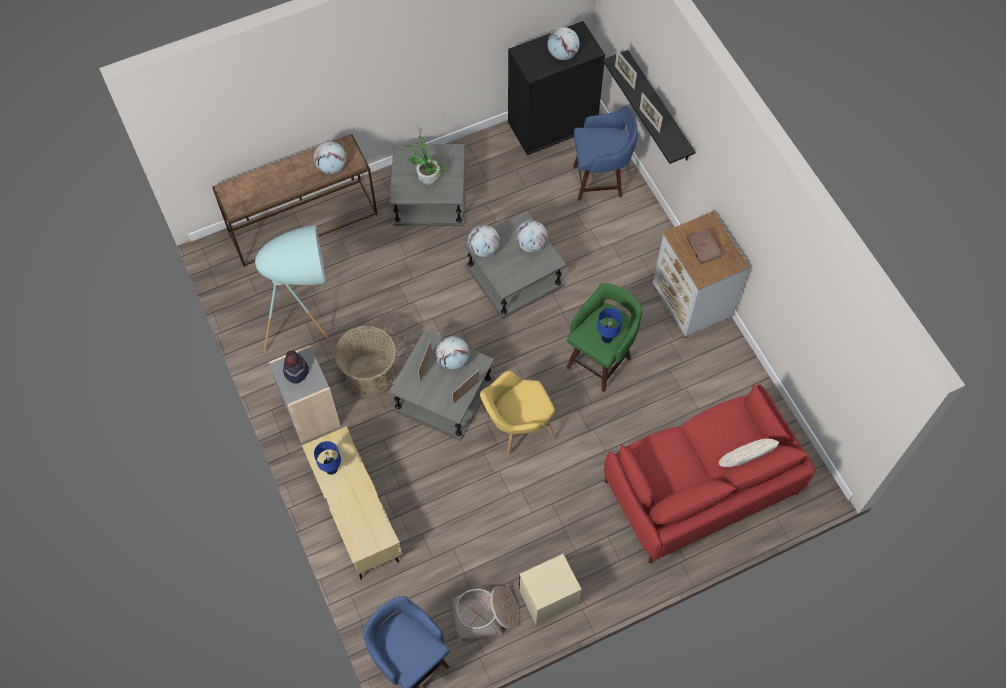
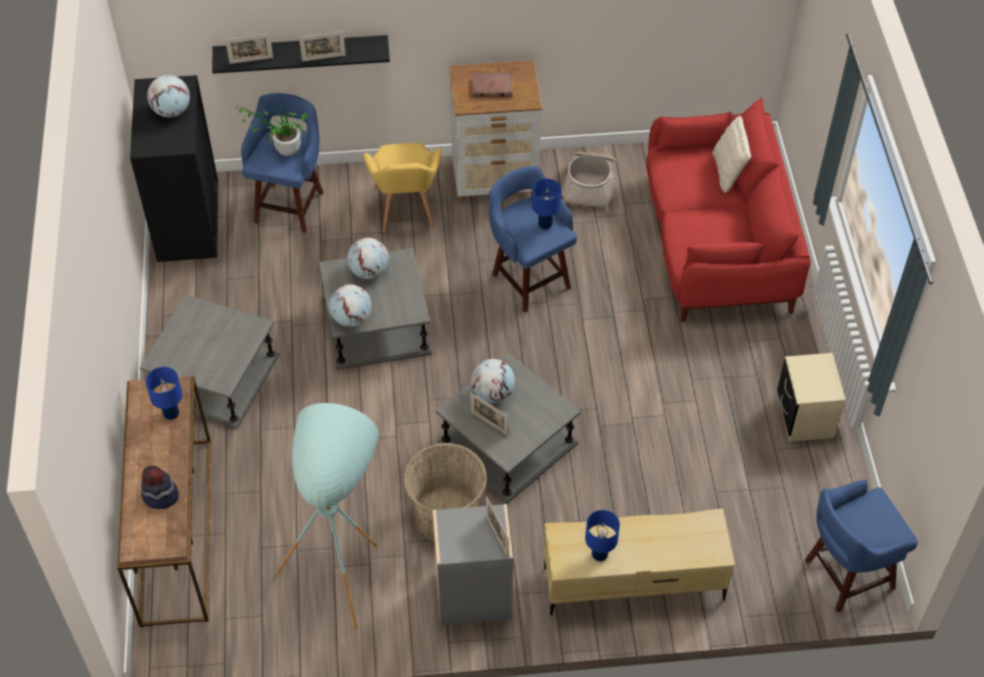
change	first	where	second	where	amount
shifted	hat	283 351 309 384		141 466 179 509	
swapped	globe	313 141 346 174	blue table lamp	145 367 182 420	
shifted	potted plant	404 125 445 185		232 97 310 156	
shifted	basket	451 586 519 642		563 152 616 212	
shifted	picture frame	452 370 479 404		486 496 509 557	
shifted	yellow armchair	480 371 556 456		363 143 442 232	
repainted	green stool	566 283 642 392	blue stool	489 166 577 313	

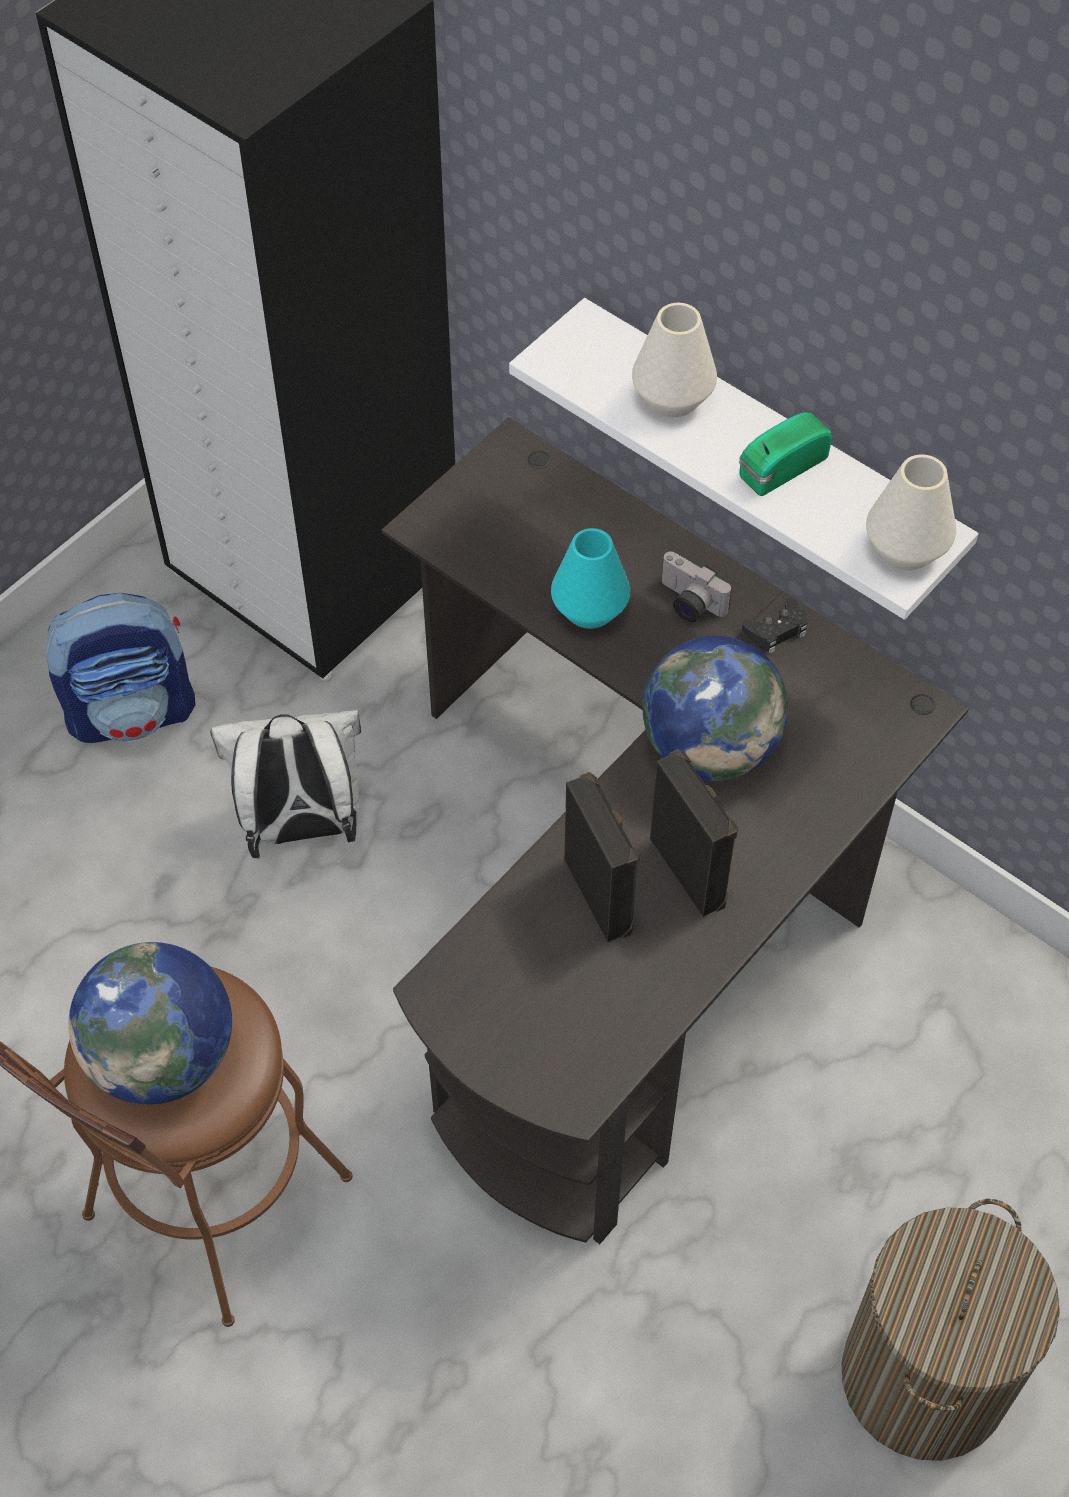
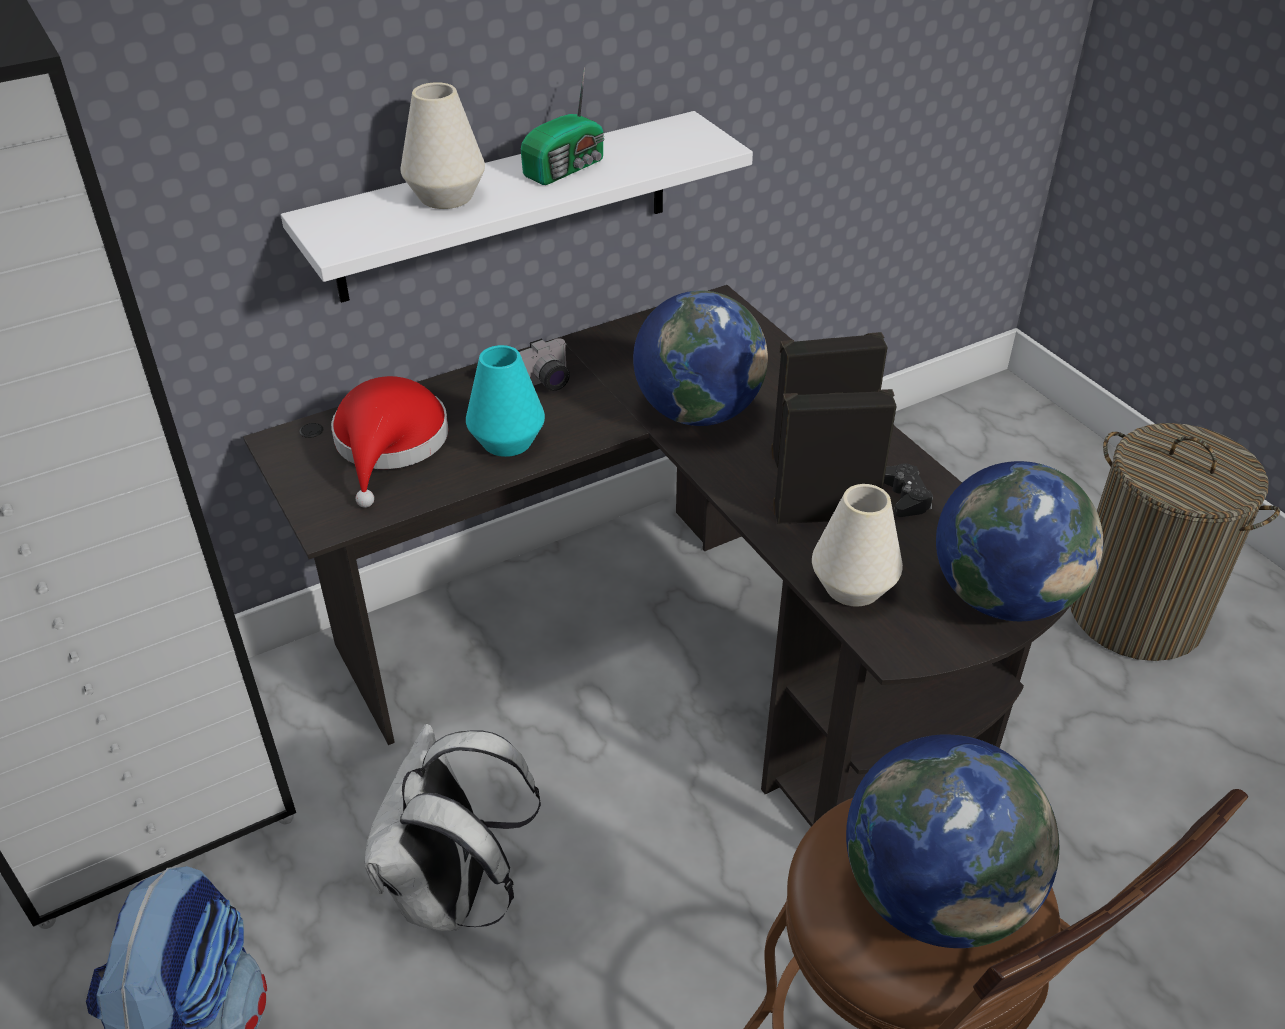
change	first	where	second	where	amount
rotated	radio	739 412 832 496		521 67 605 185	120 degrees counterclockwise
shifted	black game controller	742 598 808 653		884 463 933 517	
shifted	white vase	866 454 956 570		812 484 903 606	
new			red hat	331 376 449 508	
new			globe	936 461 1103 621	

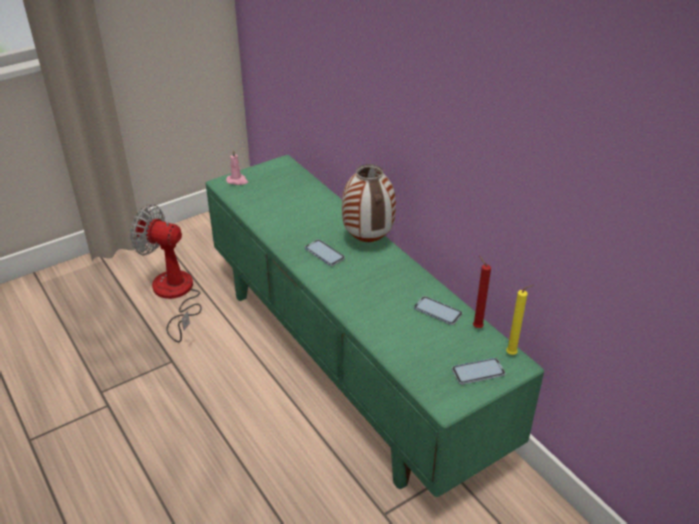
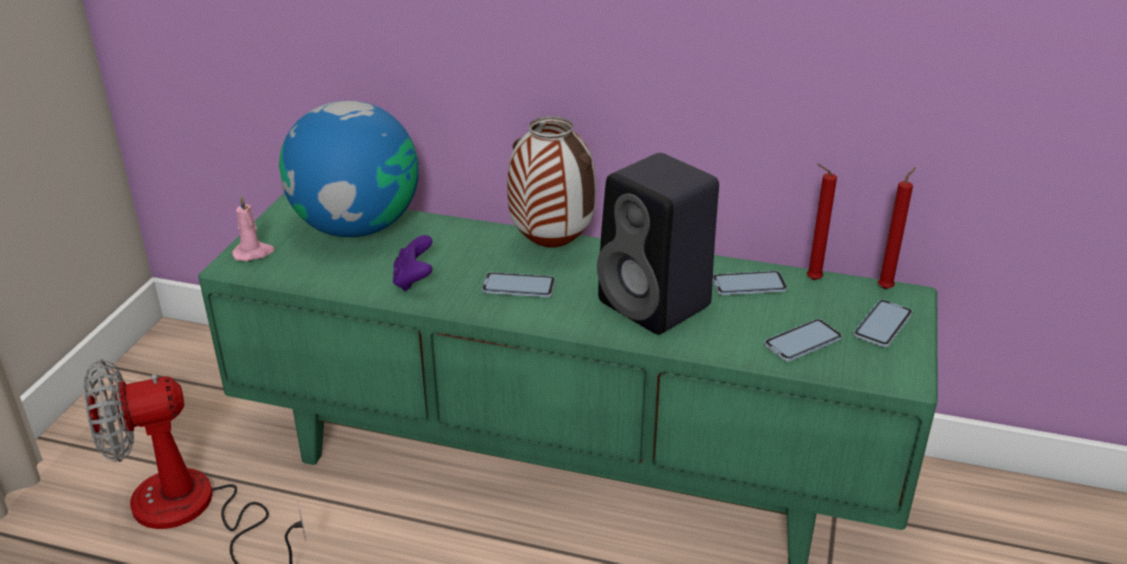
change	first	where	second	where	amount
repainted	yellow candle	506 285 534 355	red candle	878 167 916 289	
new			globe	279 101 419 237	
new			purple game controller	393 235 433 291	
new			black speaker	597 153 719 334	
new			phone	764 319 842 362	

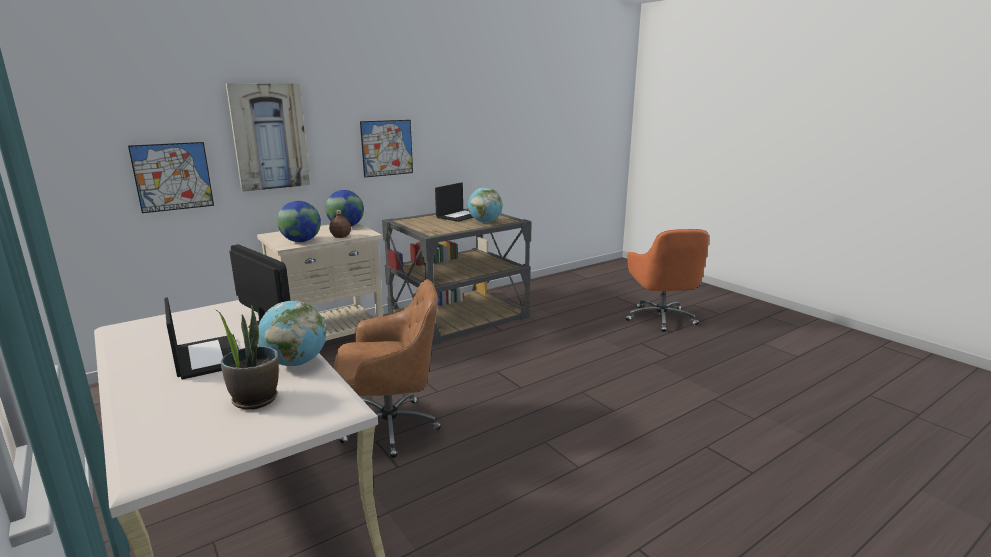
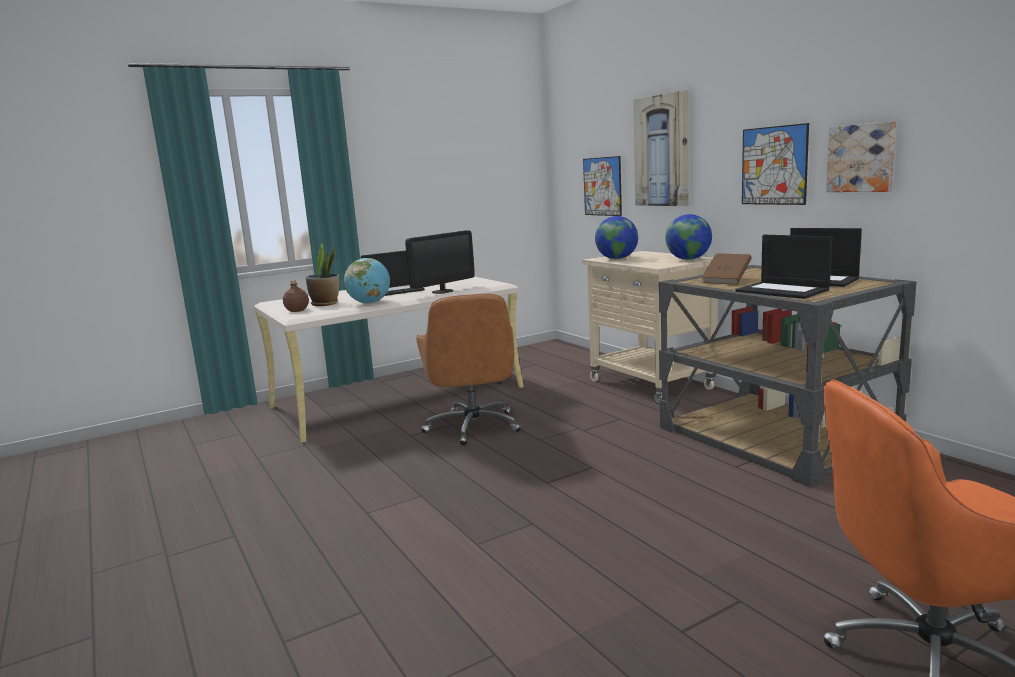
change	first	where	second	where	amount
shifted	brown bottle	329 210 351 238		283 280 309 312	
swapped	globe	468 188 503 223	laptop	735 235 832 299	
new			brown book	702 253 752 285	
new			picture	826 121 896 192	

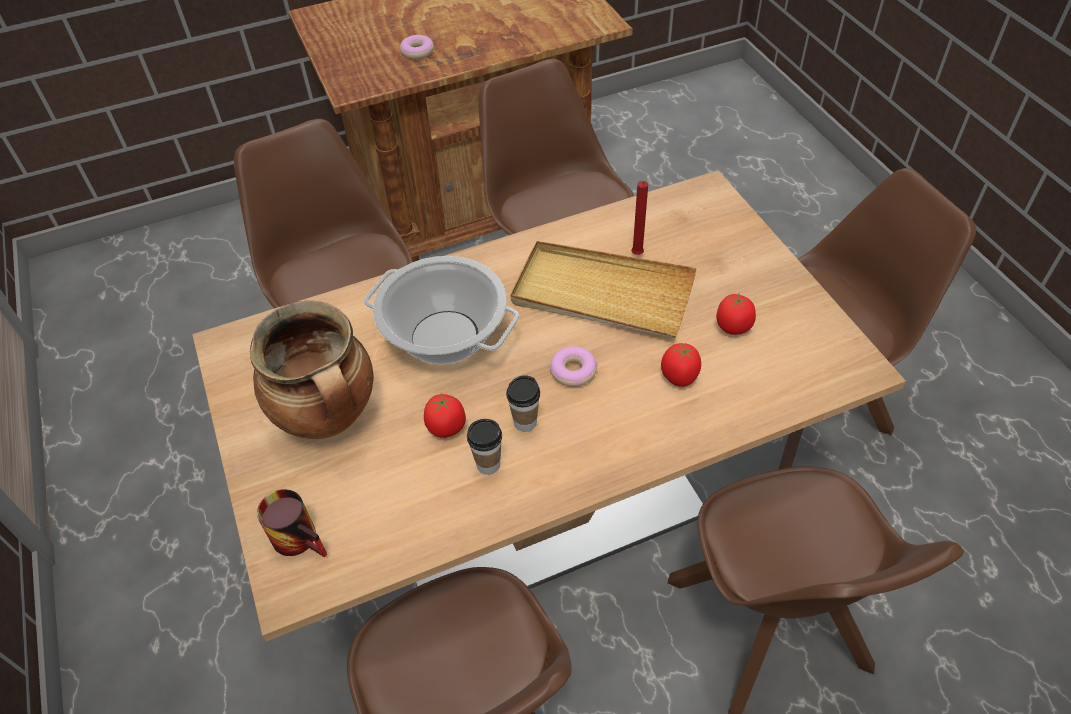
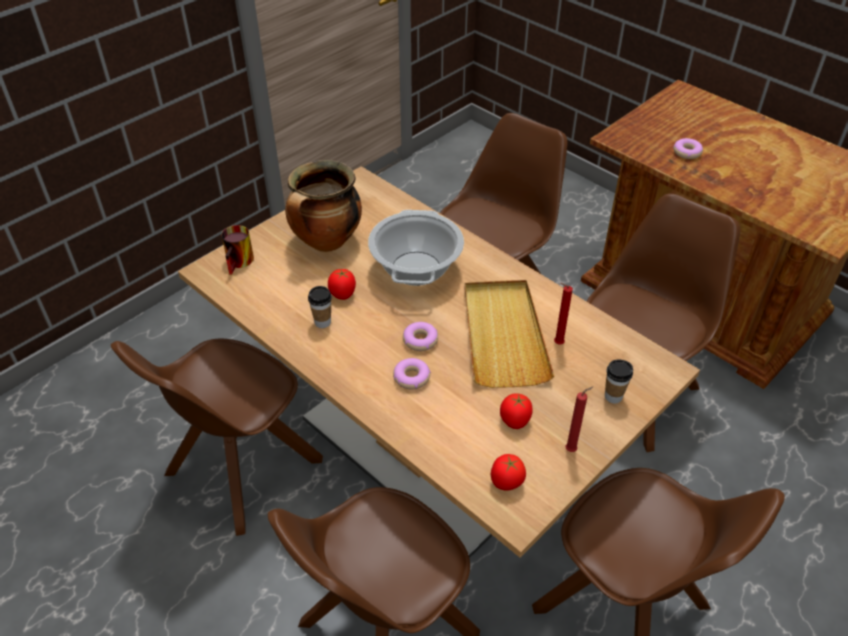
change	first	where	second	where	amount
shifted	cup	506 375 540 432		605 359 633 404	
shifted	tomato	661 343 701 387		490 454 526 490	
new			donut	393 358 431 389	
new			red candle	566 387 593 452	

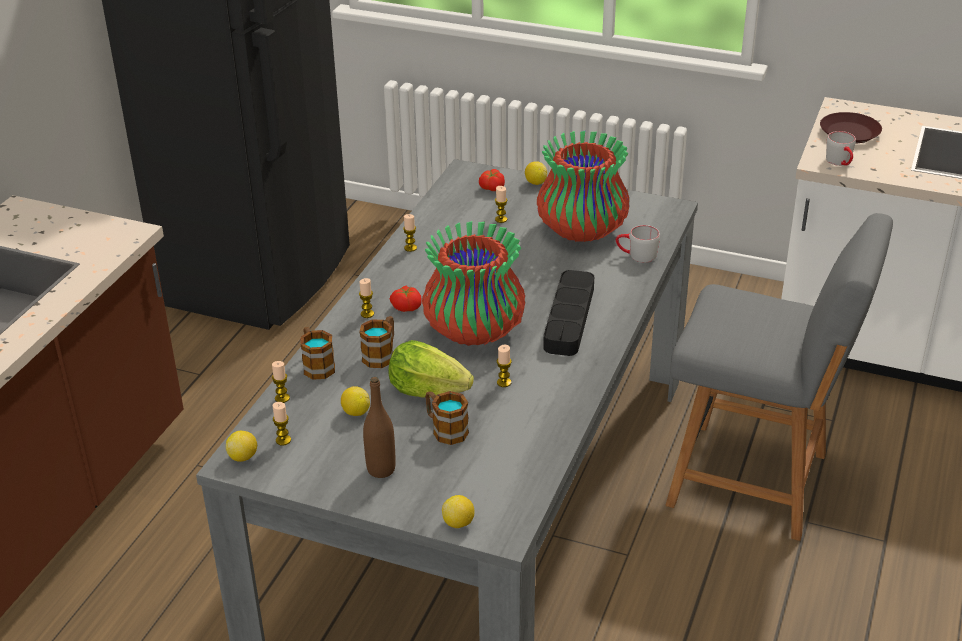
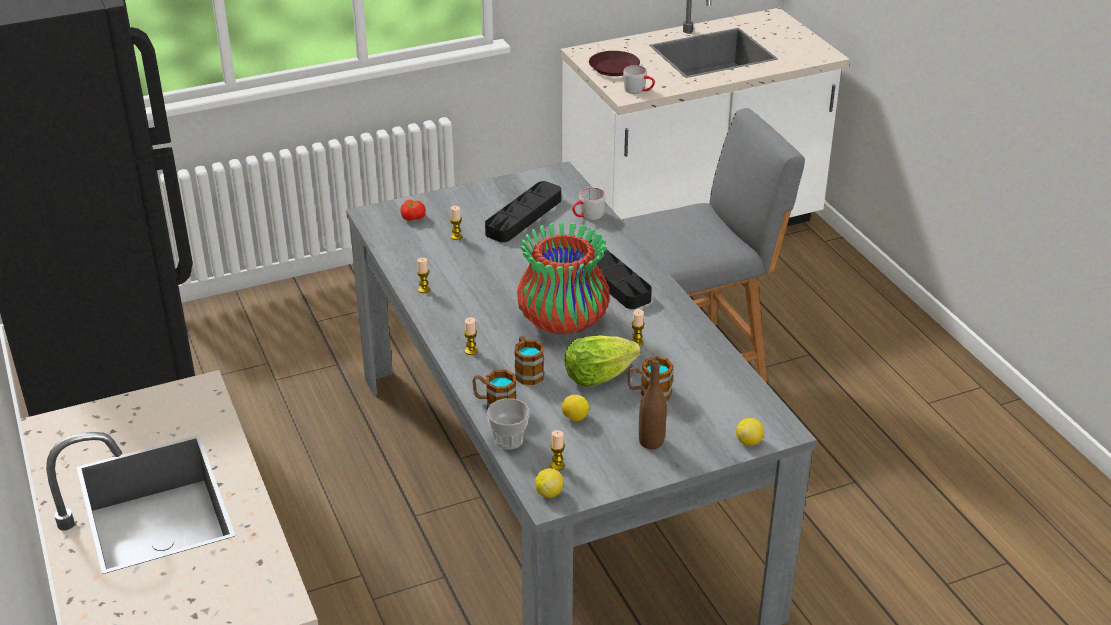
change	first	where	second	where	amount
swapped	candle	272 361 290 403	cup	487 398 529 450	
gone	tomato	390 286 422 312			
gone	lemon	525 161 547 185			
swapped	vase	537 131 629 242	black tray	485 181 561 242	

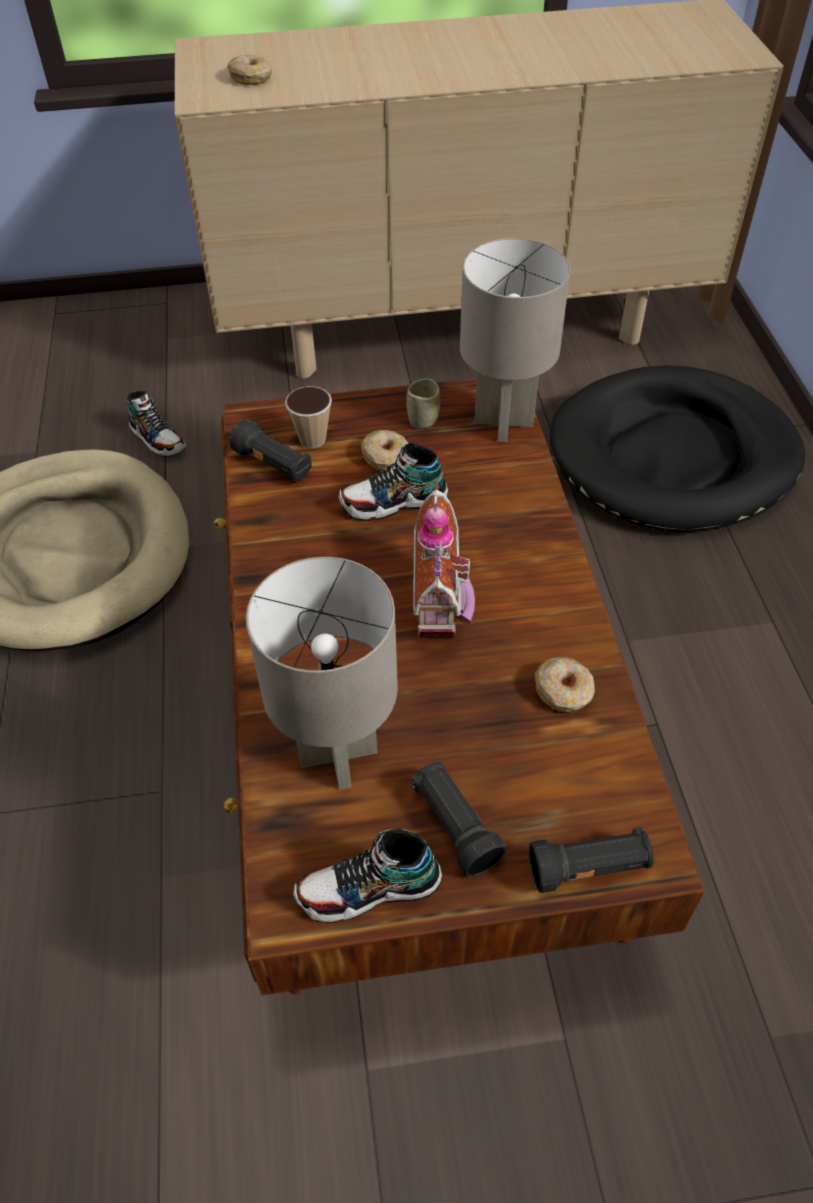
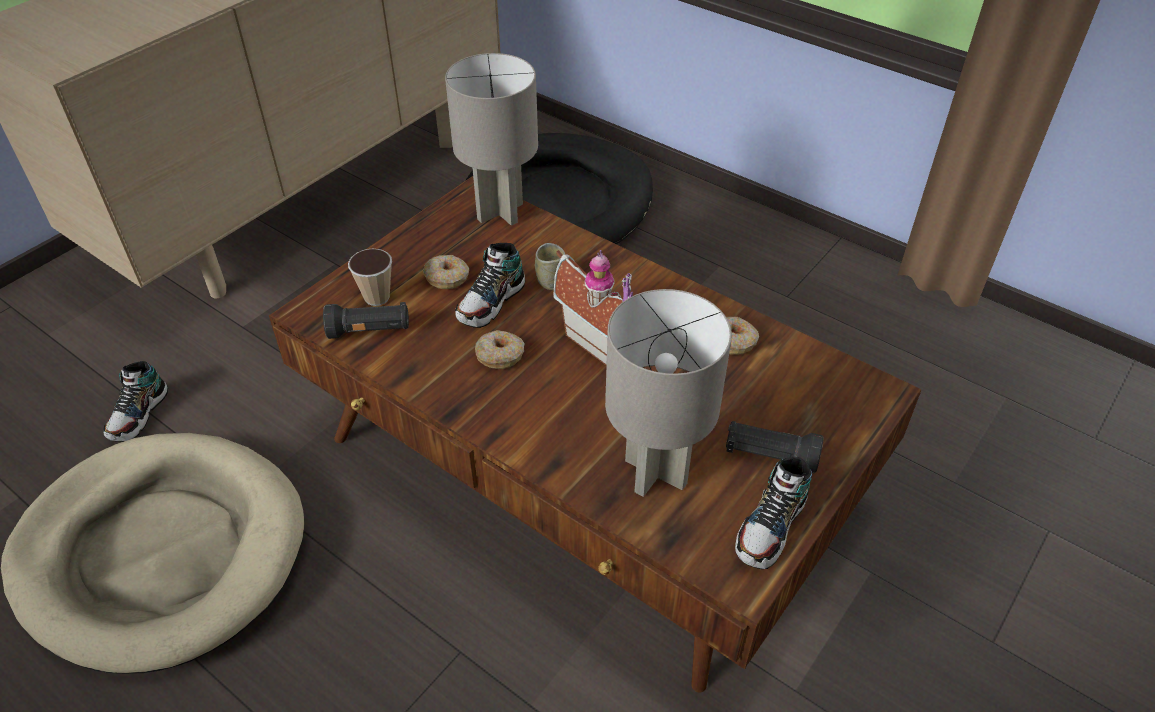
change	first	where	second	where	amount
rotated	shoe	127 391 186 457		103 361 168 442	105 degrees clockwise
shifted	donut	227 55 272 85		475 330 525 369	
shifted	cup	406 378 441 429		535 243 565 290	
gone	black flashlight	528 827 655 893			

